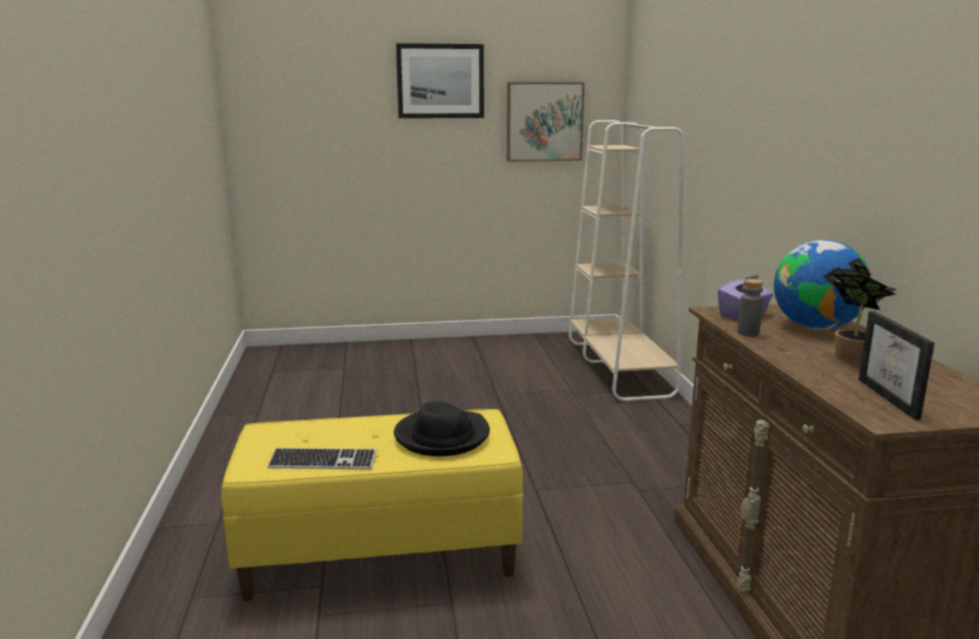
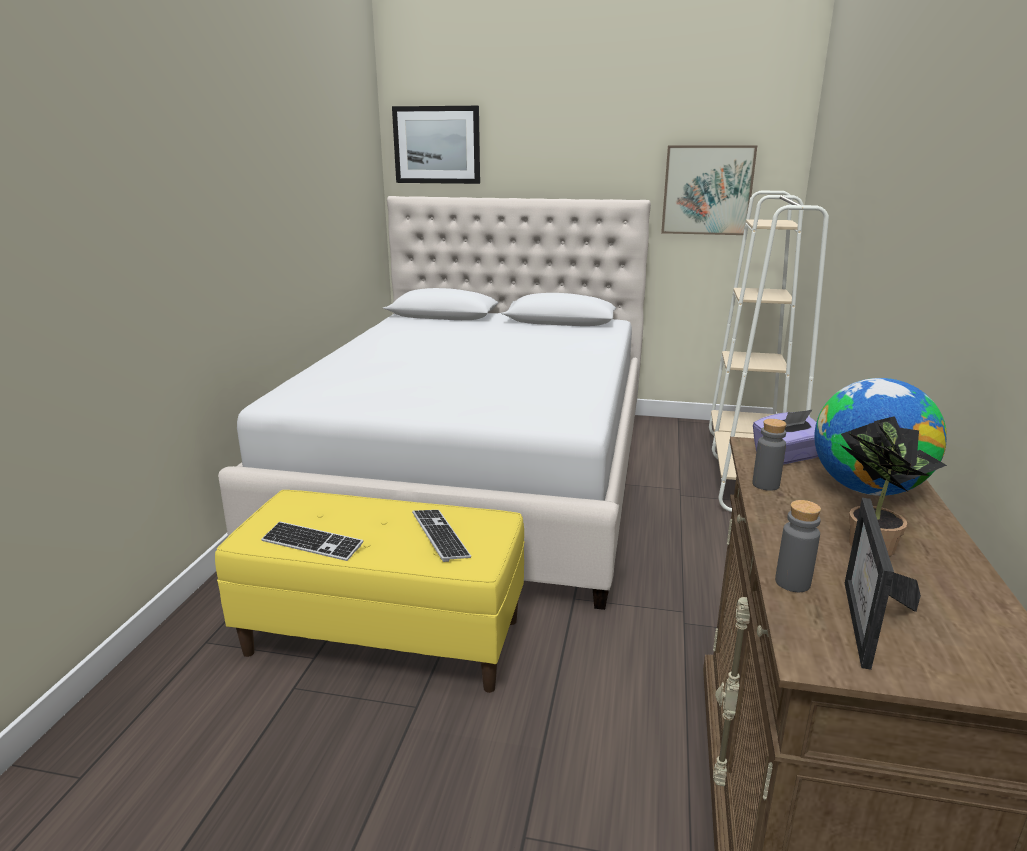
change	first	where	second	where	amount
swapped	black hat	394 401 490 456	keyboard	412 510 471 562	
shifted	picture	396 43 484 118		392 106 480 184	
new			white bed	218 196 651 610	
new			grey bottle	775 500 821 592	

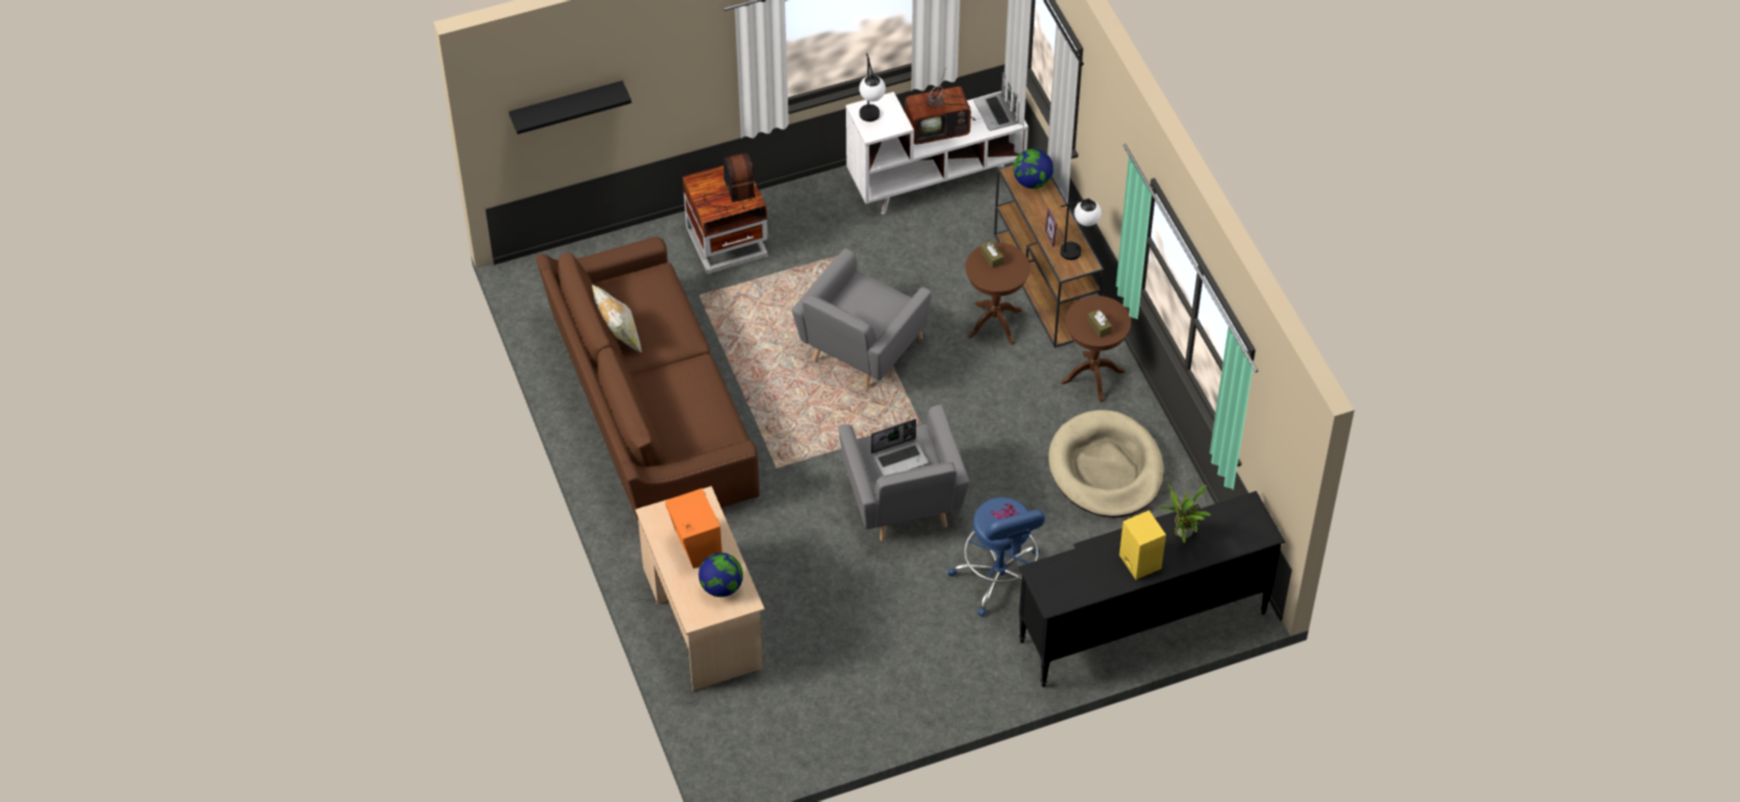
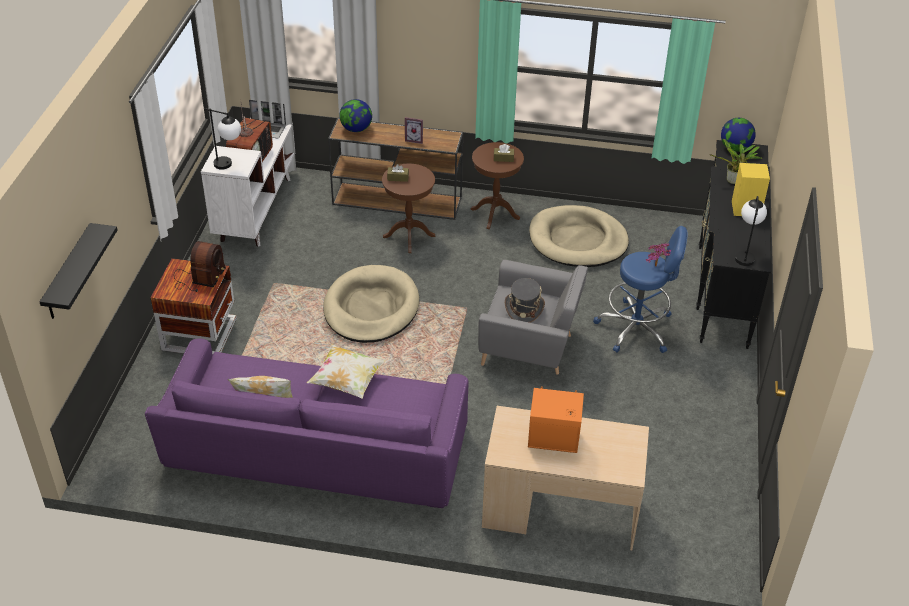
change	first	where	second	where	amount
repainted	brown sofa	536 237 759 521	purple sofa	145 339 468 508	
shifted	globe	699 553 743 597		721 118 756 152	
rotated	radio	703 153 756 214		174 241 226 292	90 degrees clockwise
swapped	grey armchair	792 248 932 389	beige dog bed	323 265 419 343	
swapped	laptop	871 419 929 476	grey hat	505 278 545 323	
shifted	table lamp	1060 198 1101 260		735 196 767 266	
new			pillow	307 344 386 399	

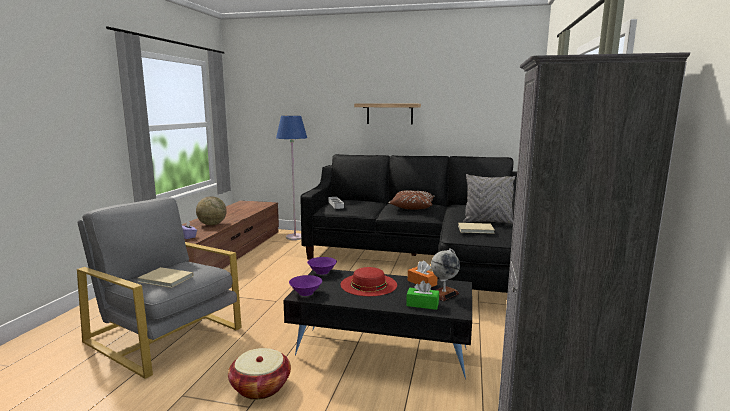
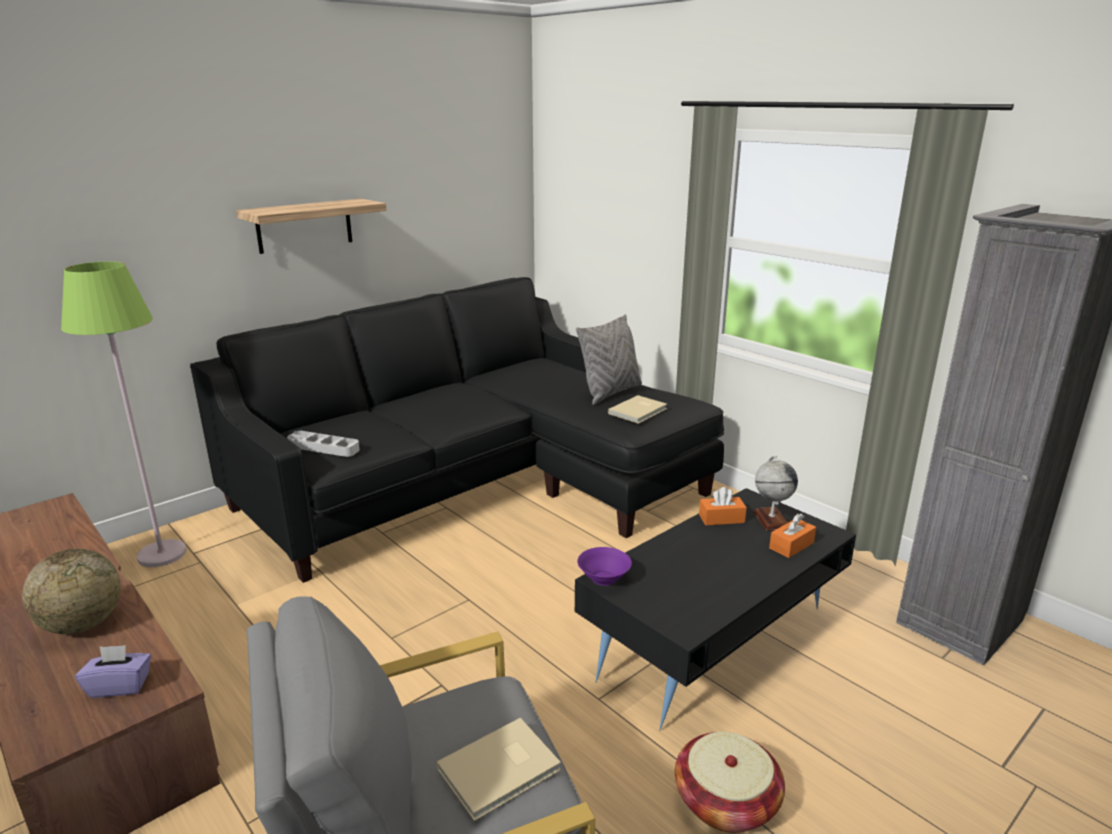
change	first	where	second	where	amount
repainted	blue floor lamp	276 116 307 240	green floor lamp	61 261 186 567	
gone	purple bowl	289 275 322 296			
gone	red hat	341 267 397 296			
gone	brown pillow	389 190 435 210			
repainted	green tissue box	406 281 439 310	orange tissue box	769 514 816 558	

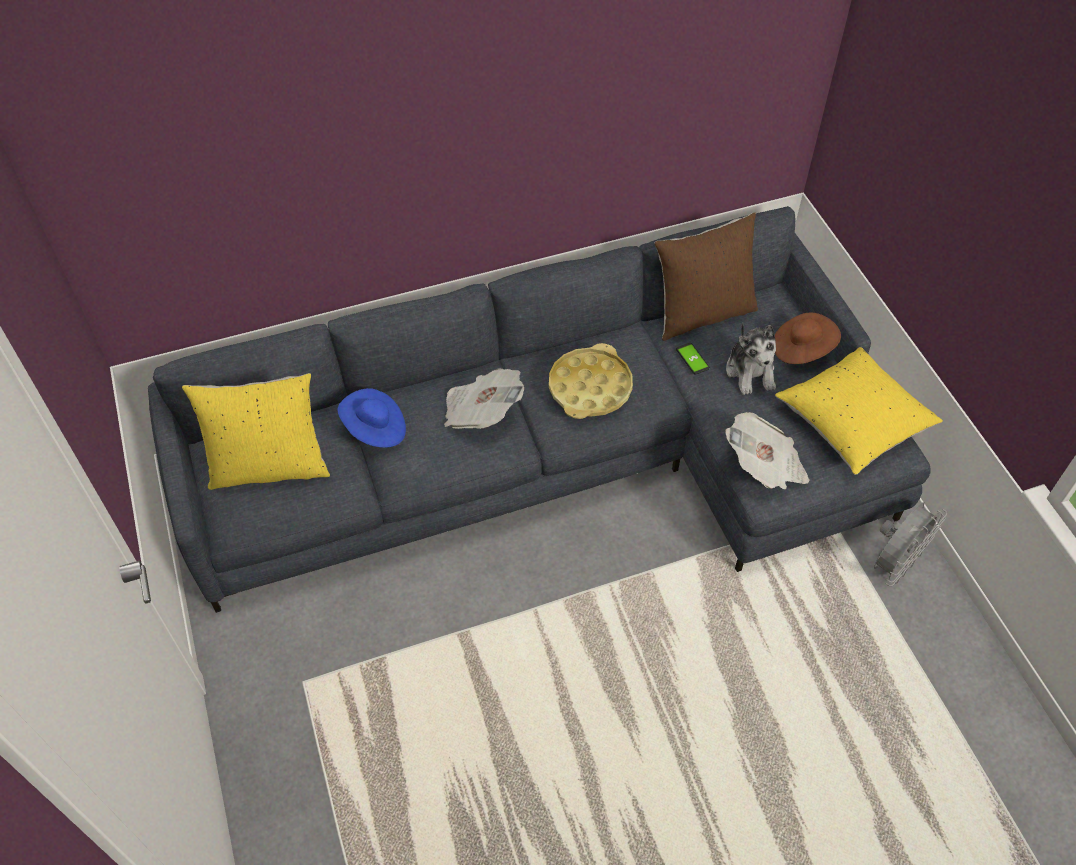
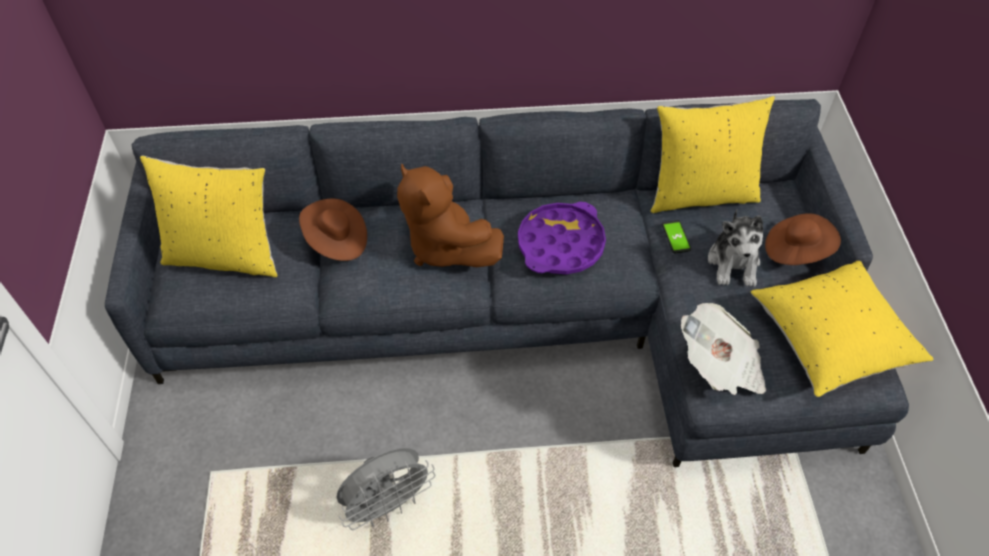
change	first	where	second	where	amount
repainted	blue hat	337 388 406 448	brown hat	299 199 367 261	
swapped	newspaper	444 368 524 429	brown plush toy	397 163 504 267	
repainted	yellow tray	549 343 633 419	purple tray	518 202 606 275	
repainted	brown pillow	654 212 758 341	yellow pillow	651 96 775 213	
shifted	grey fan	874 502 947 586		336 448 435 530	

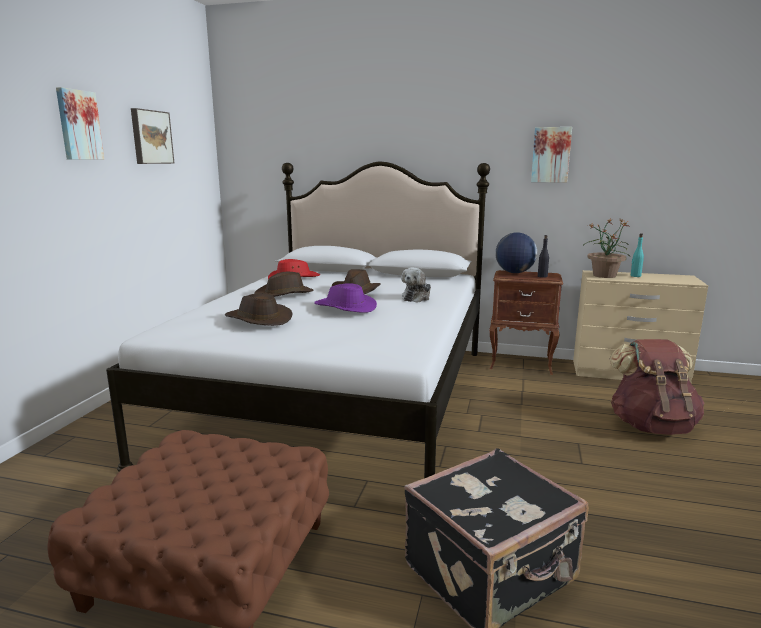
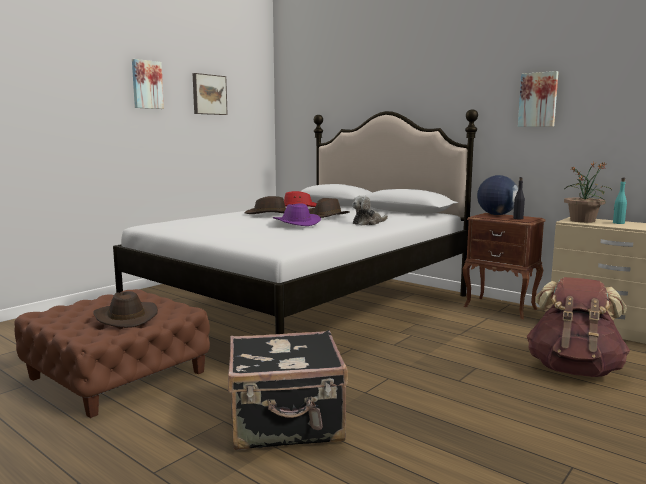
change	first	where	second	where	amount
shifted	brown hat	225 293 292 326		93 291 158 328	

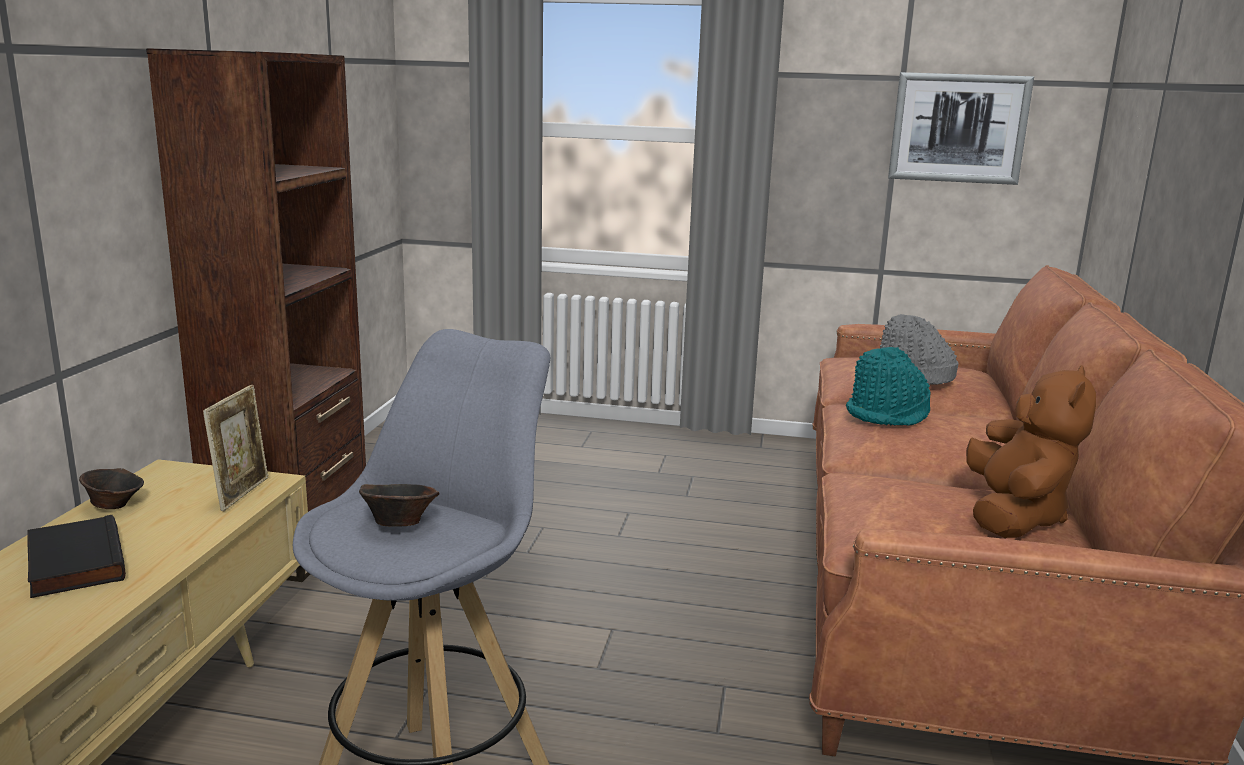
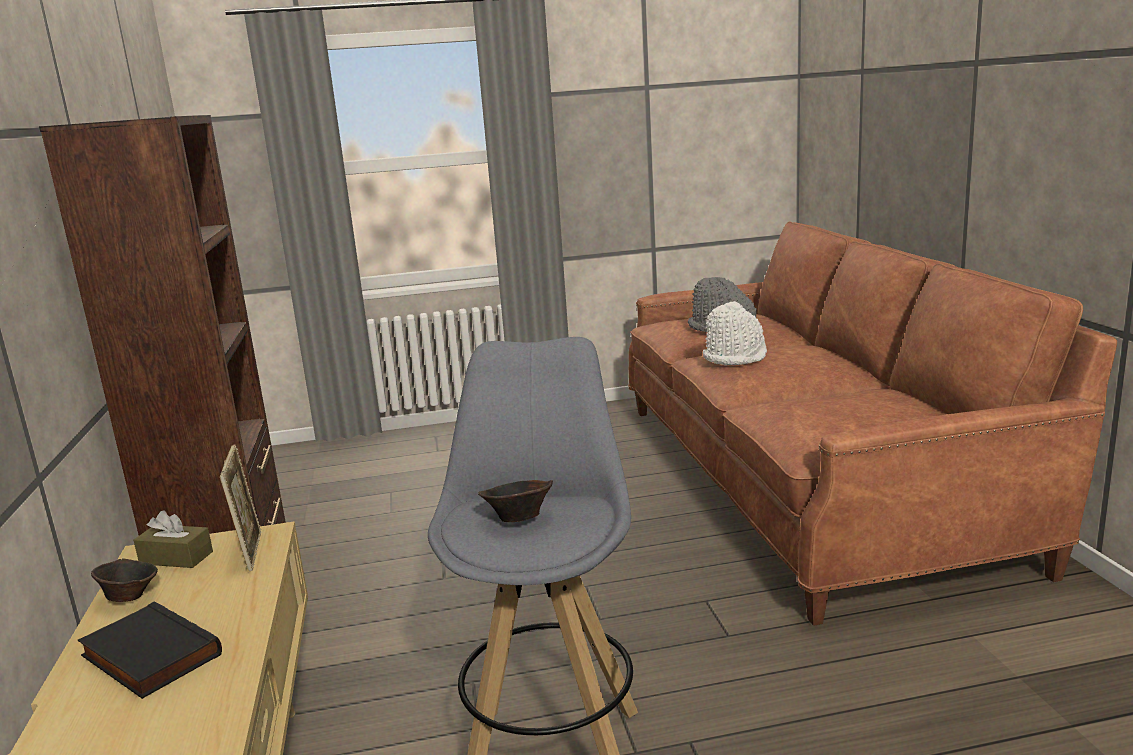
change	first	where	second	where	amount
repainted	turquoise hat	846 347 930 426	white hat	703 301 767 365	
gone	picture	888 72 1034 185			
gone	brown plush toy	966 365 1096 538			
new			brown tissue box	133 510 213 568	

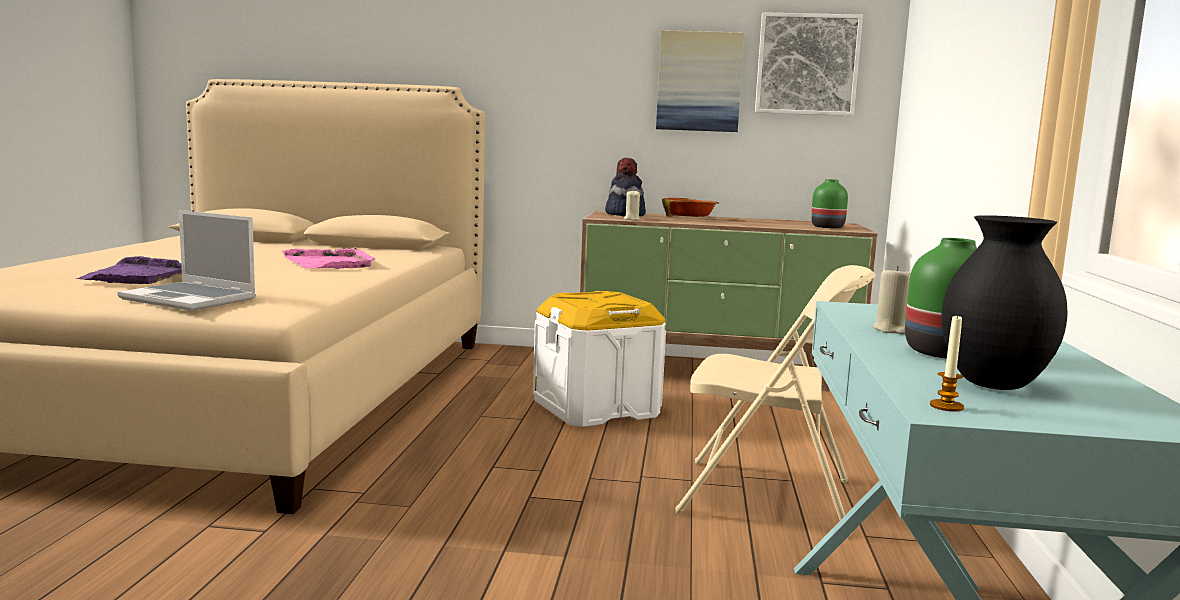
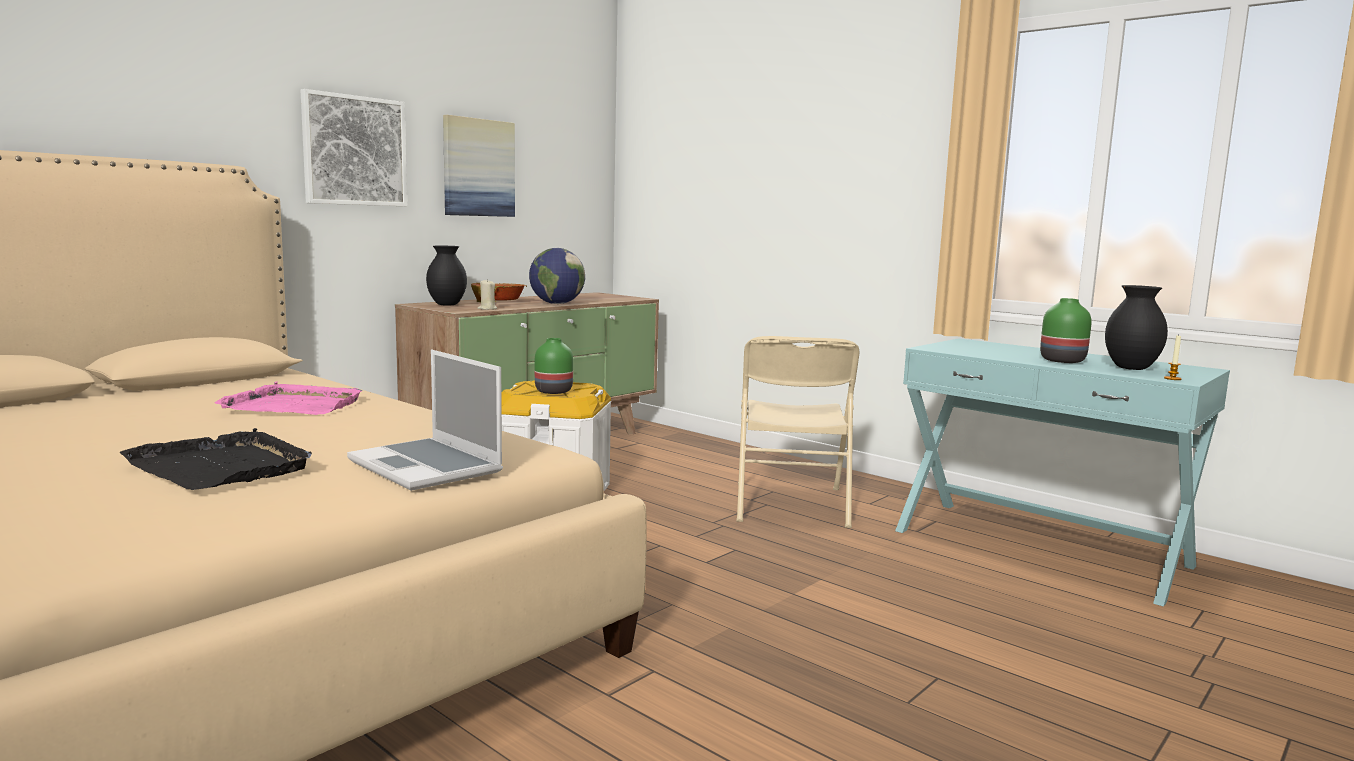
change	first	where	second	where	amount
repainted	purple tray	75 256 182 284	black tray	120 428 312 490	
rotated	laptop	117 210 256 311		347 350 503 491	75 degrees clockwise
swapped	hat	605 158 646 216	black vase	426 246 467 306	
rotated	beige chair	675 265 876 538		736 336 859 528	135 degrees clockwise
shifted	picture	755 12 863 116		300 89 407 206	
shifted	green vase	811 179 848 228		535 338 573 394	
gone	beige candle	872 266 911 335			
new			globe	529 248 585 304	

